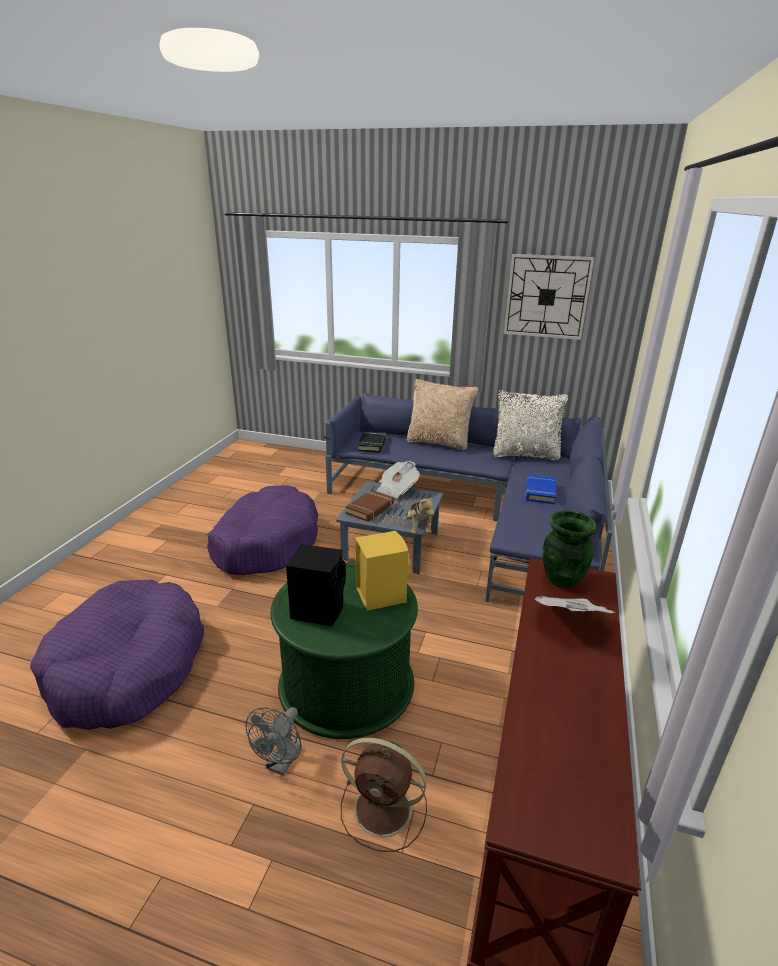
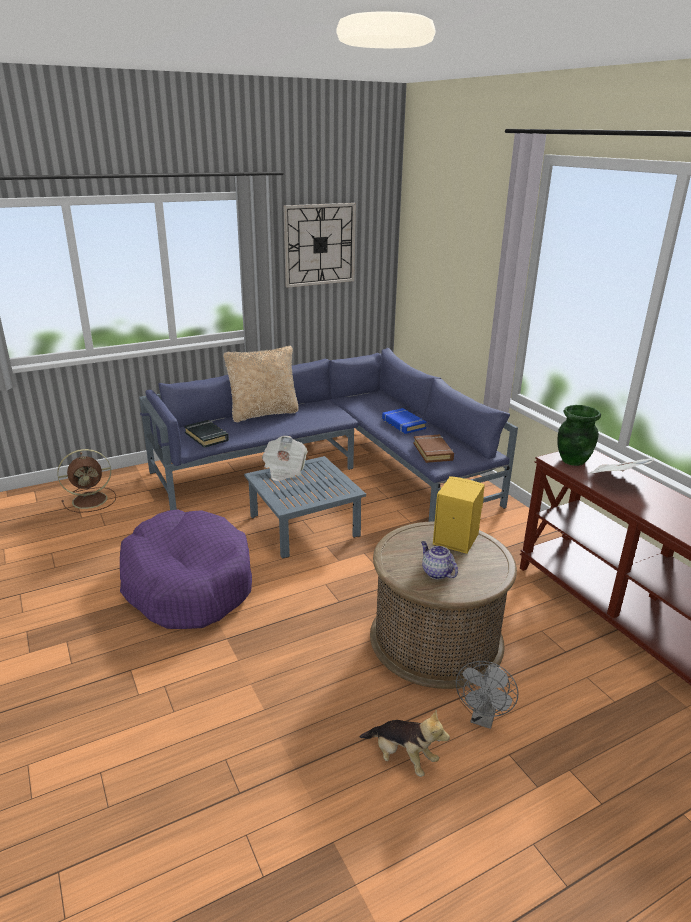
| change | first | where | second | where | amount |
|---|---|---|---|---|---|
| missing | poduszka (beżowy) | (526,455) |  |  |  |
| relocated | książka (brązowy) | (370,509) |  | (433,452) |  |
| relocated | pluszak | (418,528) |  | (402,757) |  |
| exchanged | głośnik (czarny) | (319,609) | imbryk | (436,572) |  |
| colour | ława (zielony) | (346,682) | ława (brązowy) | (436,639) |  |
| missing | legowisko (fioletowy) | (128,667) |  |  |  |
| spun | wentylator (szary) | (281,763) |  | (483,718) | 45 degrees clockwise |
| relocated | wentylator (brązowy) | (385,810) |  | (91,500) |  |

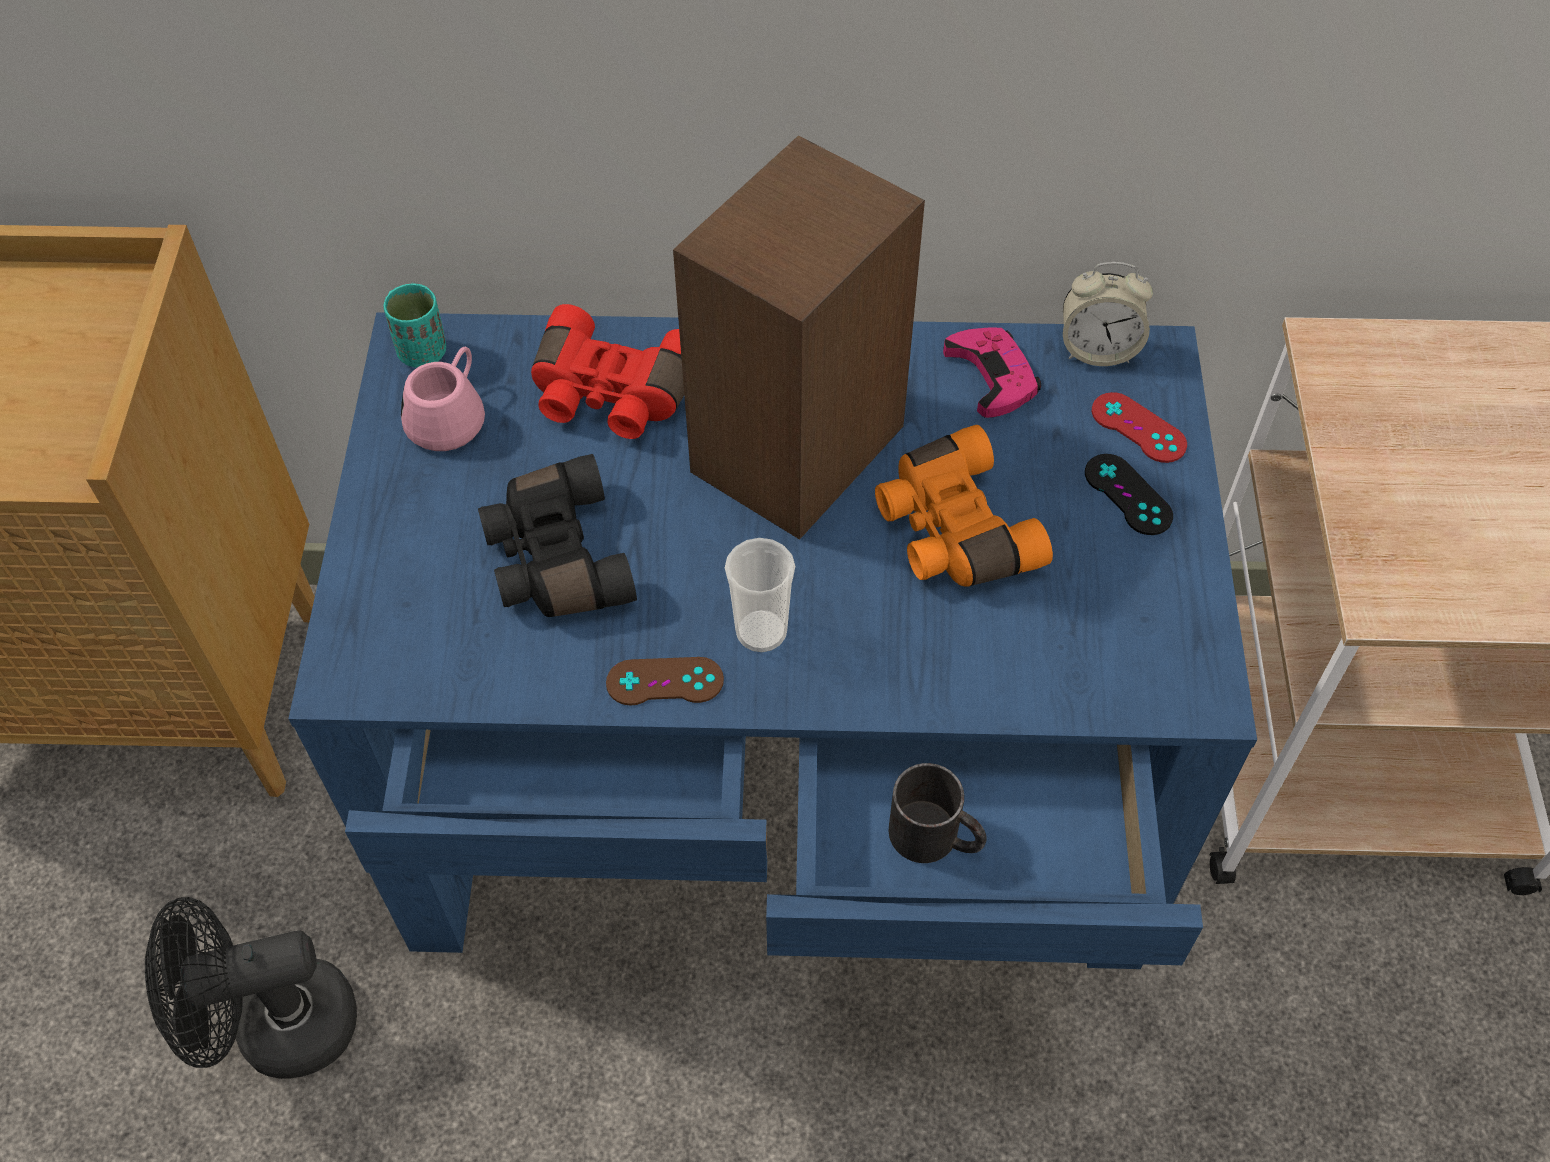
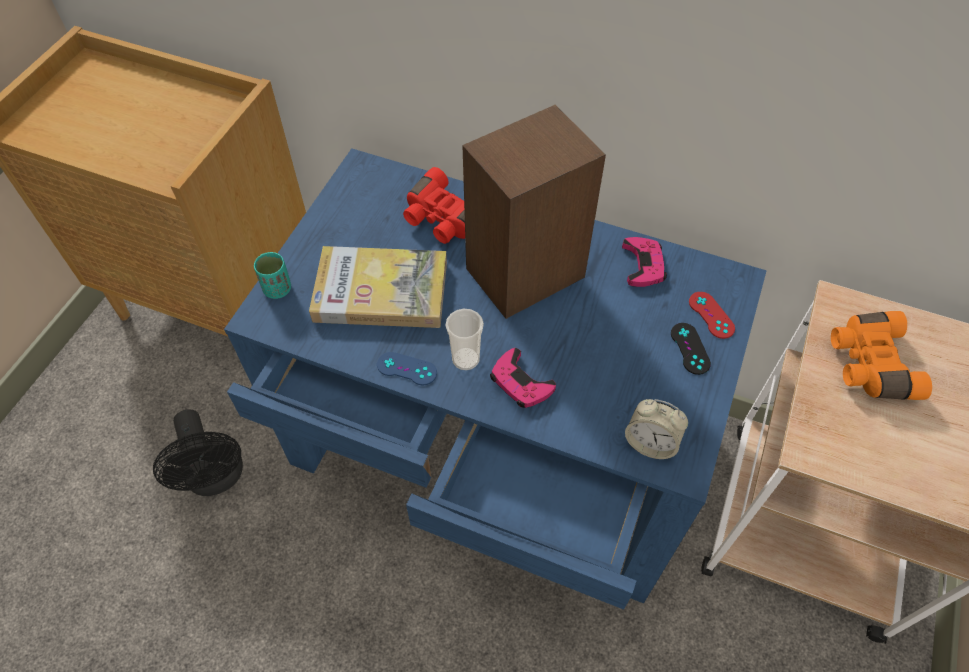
| change | first | where | second | where | amount |
|---|---|---|---|---|---|
| relocated | budzik | (1098,349) |  | (650,442) |  |
| relocated | filiżanka (turkusowy) | (422,352) |  | (277,289) |  |
| missing | kubek (różowy) | (450,415) |  |  |  |
| relocated | lornetka (pomarańczowy) | (951,530) |  | (868,364) |  |
| exchanged | lornetka (czarny) | (554,559) | książka | (381,291) |  |
| colour | pad do gier (brązowy) | (665,681) | pad do gier (niebieski) | (406,369) |  |
| missing | kubek (czarny) | (936,838) |  |  |  |
| spun | wentylator (czarny) | (276,1027) |  | (217,478) | 120 degrees counterclockwise |
| appeared |  |  | pad do gier (różowy) | (520,382) |  |

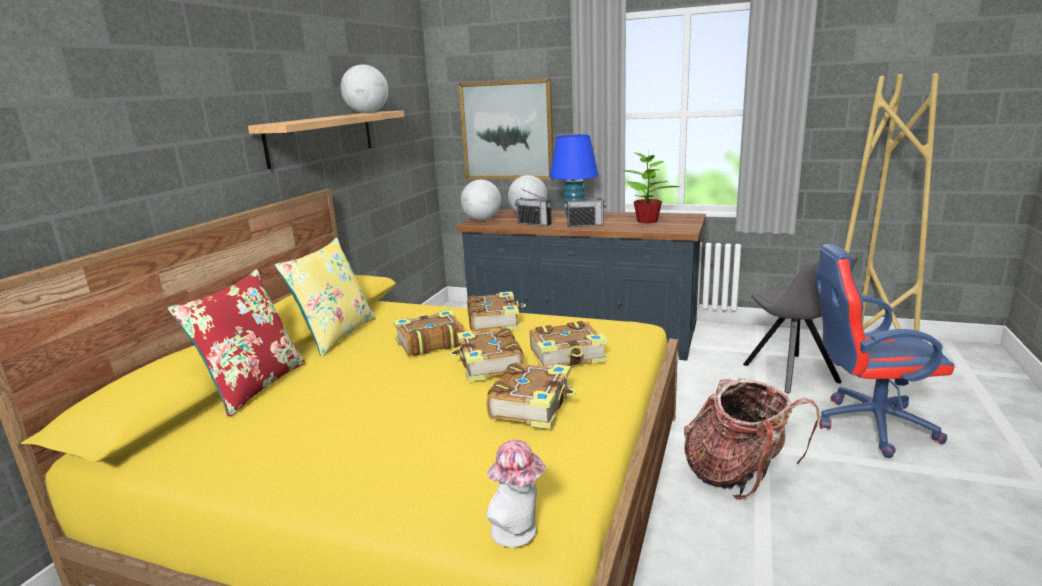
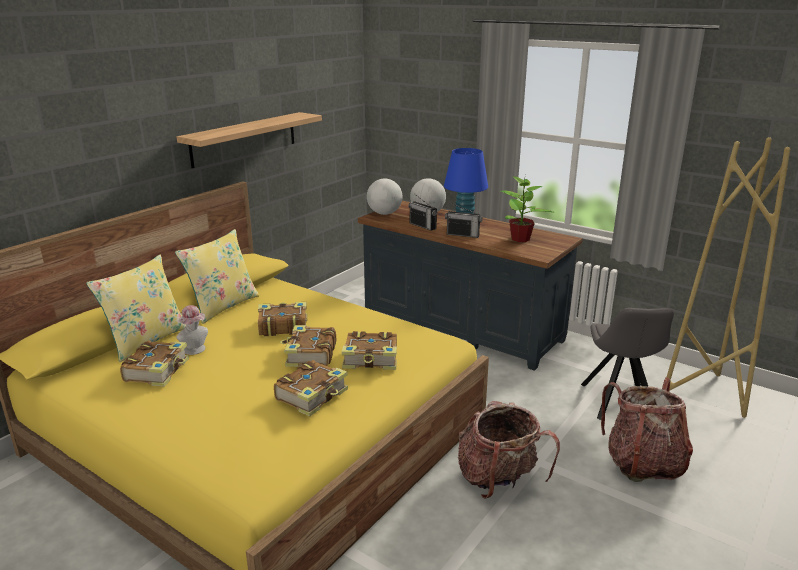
| change | first | where | second | where | amount |
|---|---|---|---|---|---|
| missing | globus | (367,113) |  |  |  |
| missing | obraz | (507,130) |  |  |  |
| exchanged | krzesło biurowe (niebieski) | (865,426) | plecak | (643,463) |  |
| colour | poduszka (czerwony) | (254,387) | poduszka (żółty) | (146,340) |  |
| relocated | książka | (494,321) |  | (158,370) |  |
| relocated | kapelusz | (519,532) |  | (195,350) |  |

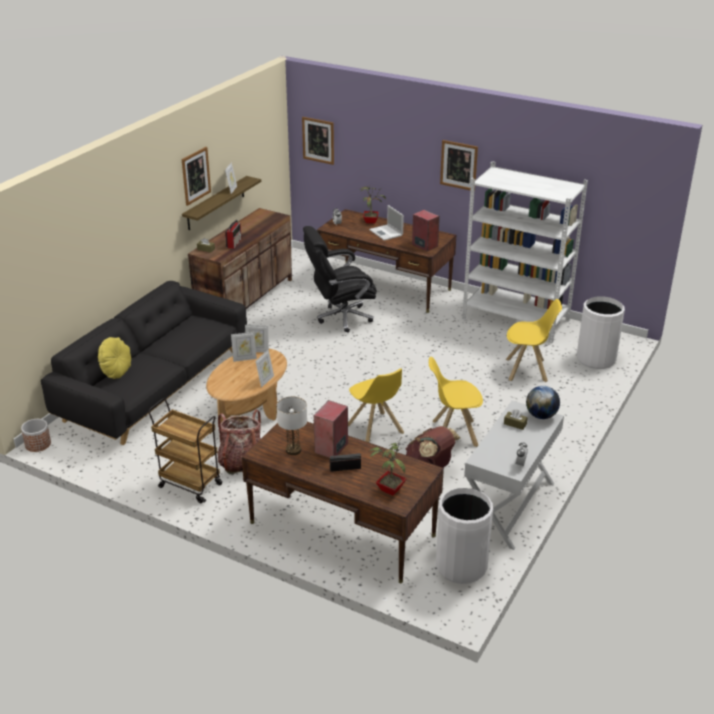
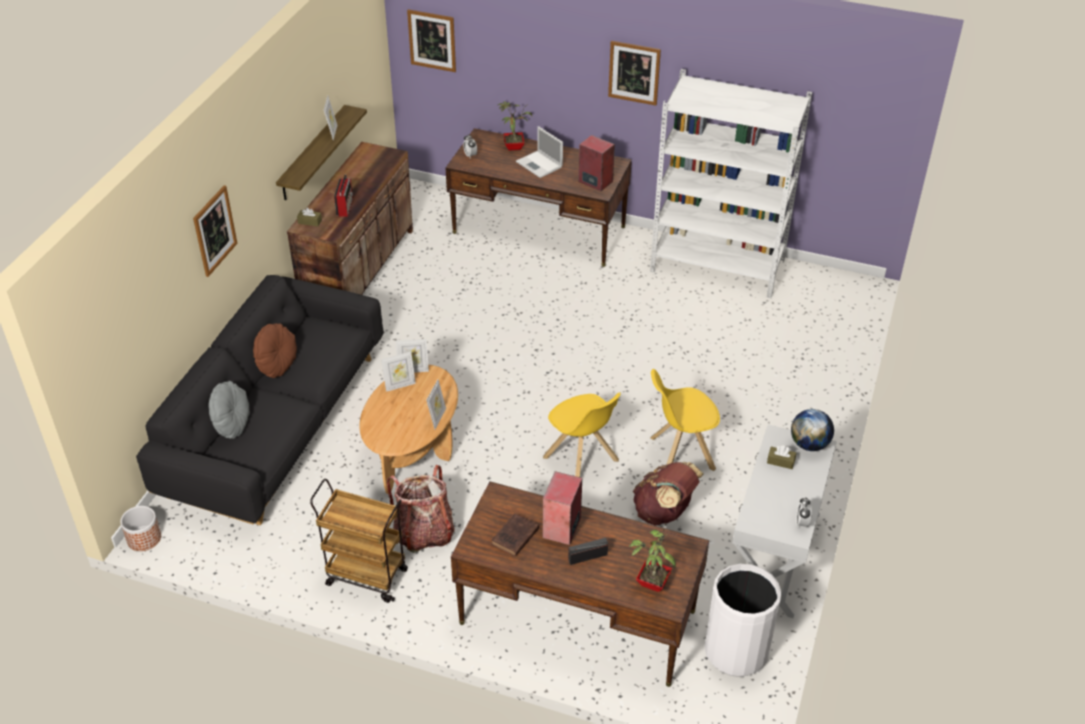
| change | first | where | second | where | amount |
|---|---|---|---|---|---|
| relocated | obraz | (195,176) |  | (214,231) |  |
| missing | krzesło biurowe (czarny) | (341,319) |  |  |  |
| missing | kosz na śmieci (biały) | (596,359) |  |  |  |
| missing | krzesło (żółty) | (528,370) |  |  |  |
| colour | poduszka (żółty) | (117,373) | poduszka (szary) | (233,427) |  |
| exchanged | lampa stołowa | (293,450) | książka (brązowy) | (514,538) |  |
| appeared |  |  | poduszka (brązowy) | (278,367) |  |

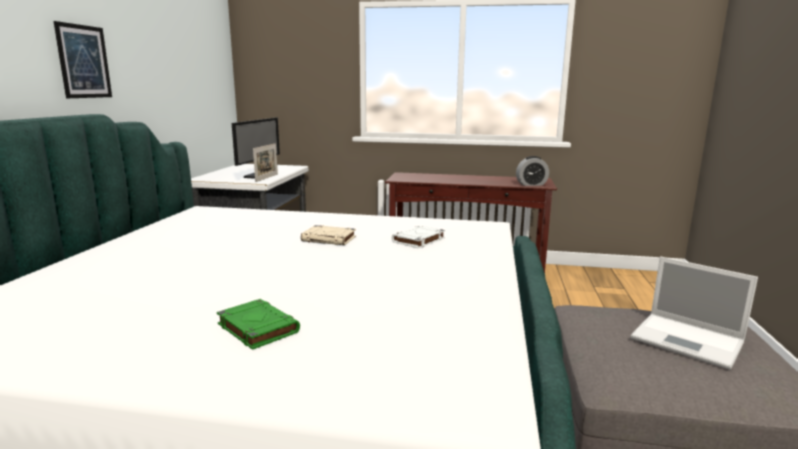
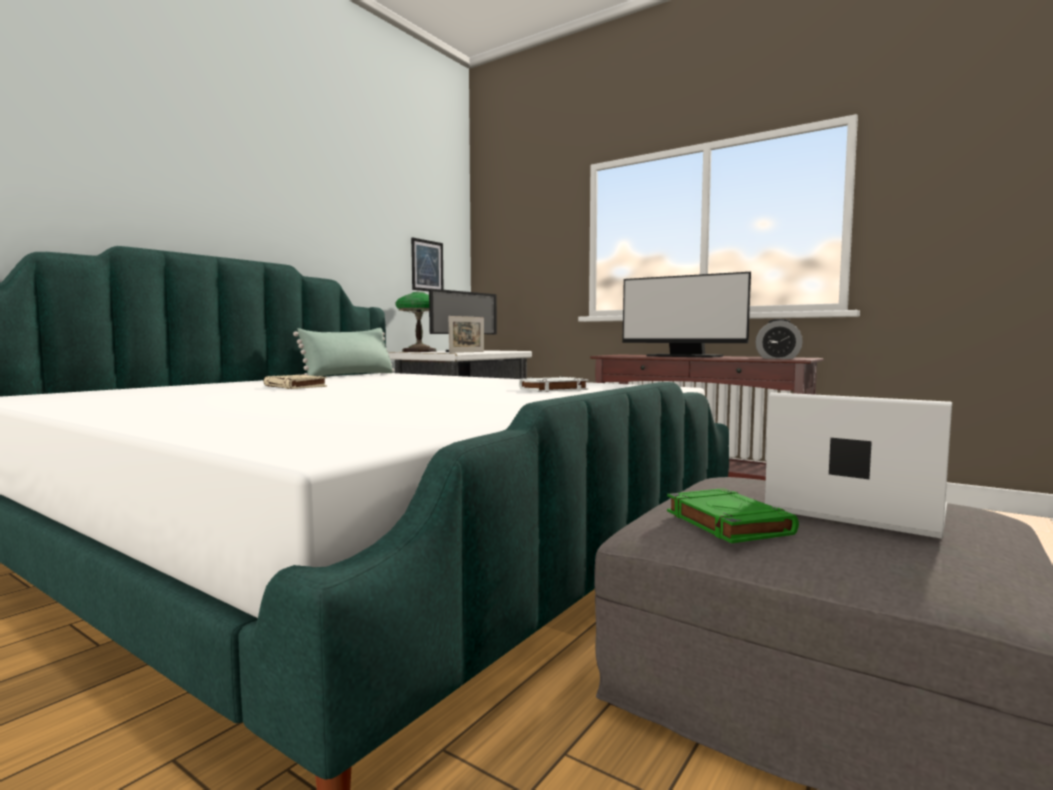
| change | first | where | second | where | amount |
|---|---|---|---|---|---|
| relocated | obraz | (84,61) |  | (427,266) |  |
| relocated | książka (beżowy) | (329,239) |  | (296,386) |  |
| spun | laptop | (689,341) |  | (851,509) | 150 degrees clockwise |
| relocated | książka (zielony) | (257,328) |  | (726,522) |  |
| appeared |  |  | monitor | (684,356) |  |
| appeared |  |  | lampa stołowa | (419,351) |  |
| appeared |  |  | poduszka (zielony) | (350,375) |  |

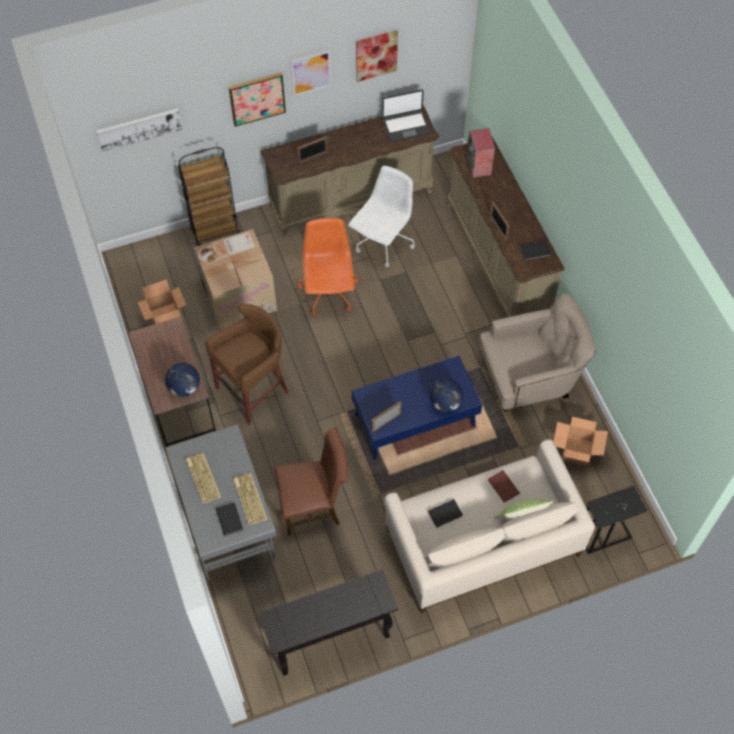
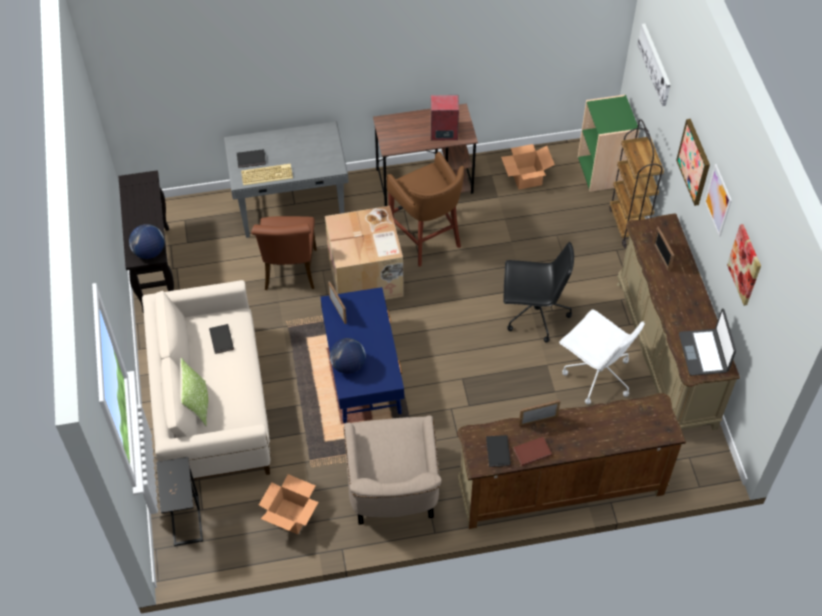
| change | first | where | second | where | amount |
|---|---|---|---|---|---|
| relocated | głośnik | (479,166) |  | (443,133) |  |
| colour | krzesło biurowe (pomarańczowy) | (329,295) | krzesło biurowe (czarny) | (532,315) |  |
| relocated | karton | (239,295) |  | (366,276) |  |
| relocated | globus | (185,387) |  | (149,252) |  |
| missing | klawiatura | (202,478) |  |  |  |
| relocated | książka (brązowy) | (503,487) |  | (531,451) |  |
| appeared |  |  | regał (zielony) | (603,171) |  |

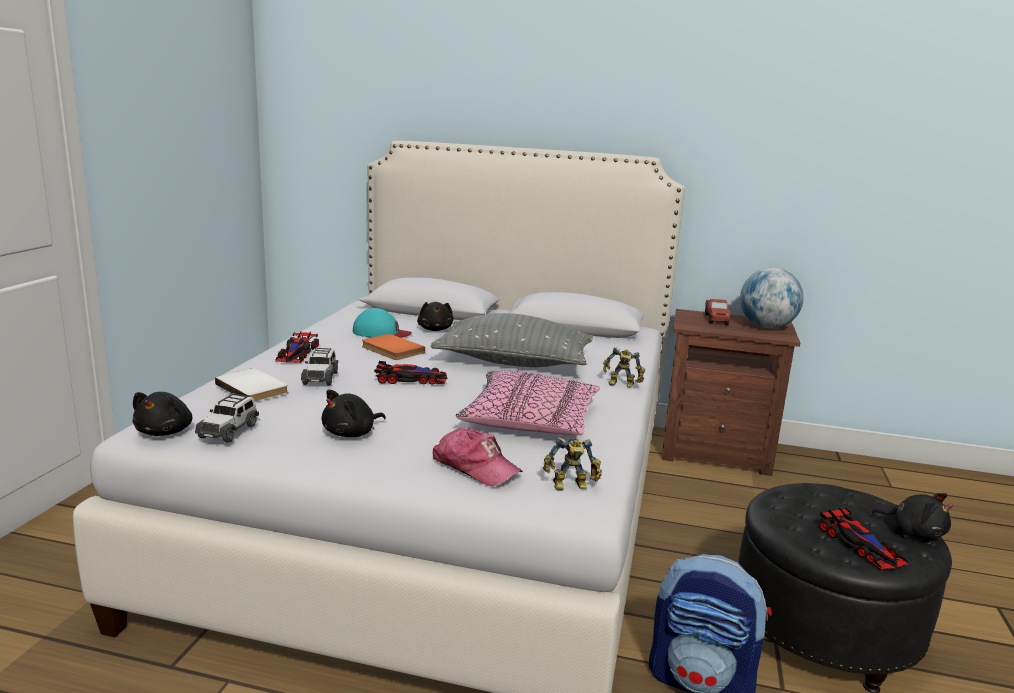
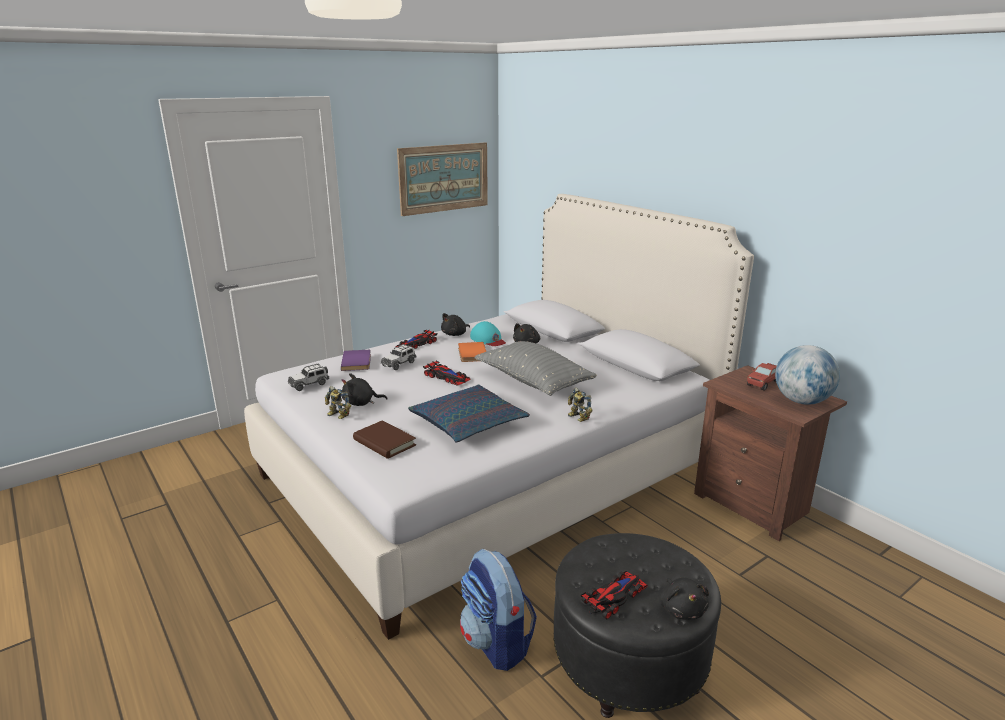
| change | first | where | second | where | amount |
|---|---|---|---|---|---|
| colour | książka (biały) | (254,388) | książka (fioletowy) | (358,362) |  |
| colour | poduszka (różowy) | (530,420) | poduszka (niebieski) | (468,424) |  |
| relocated | pluszak (czarny) | (166,431) |  | (455,334) |  |
| exchanged | czapka z daszkiem | (475,467) | książka (brązowy) | (384,443) |  |
| relocated | robot zabawkowy | (571,486) |  | (337,416) |  |
| spun | samochodzik | (861,545) |  | (614,596) | 150 degrees counterclockwise |
| appeared |  |  | obraz | (444,178) |  |

